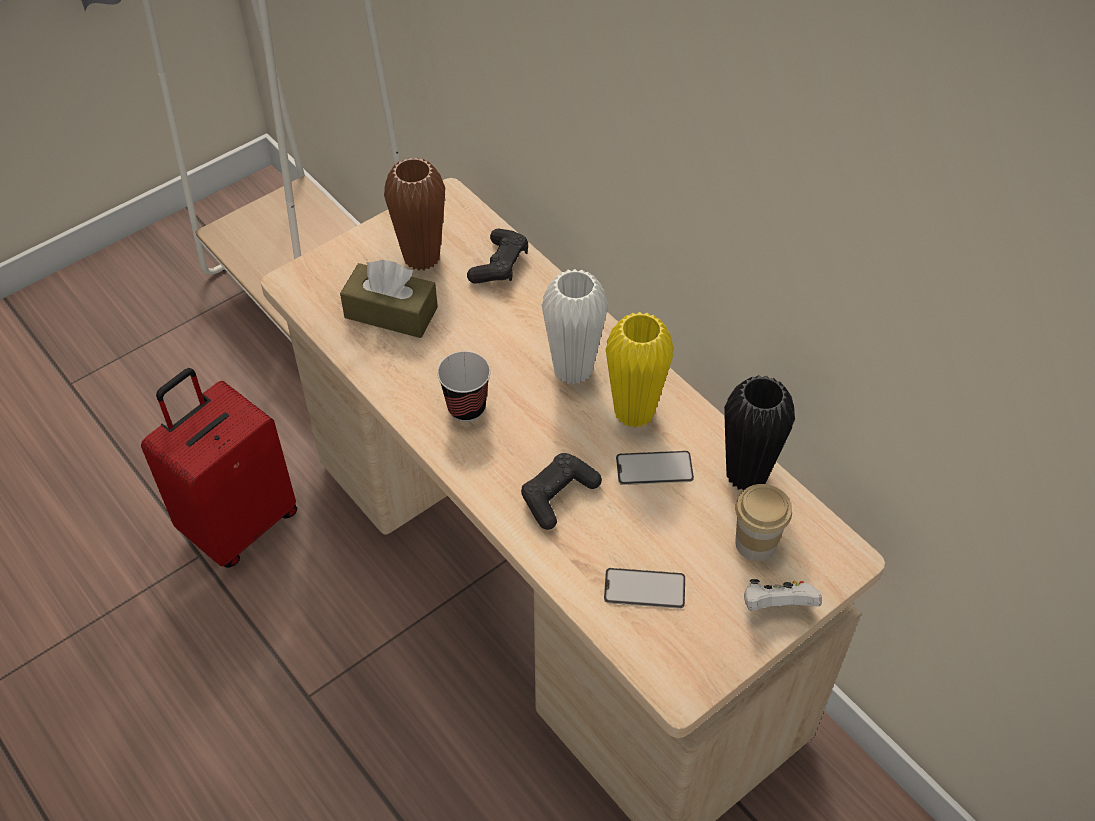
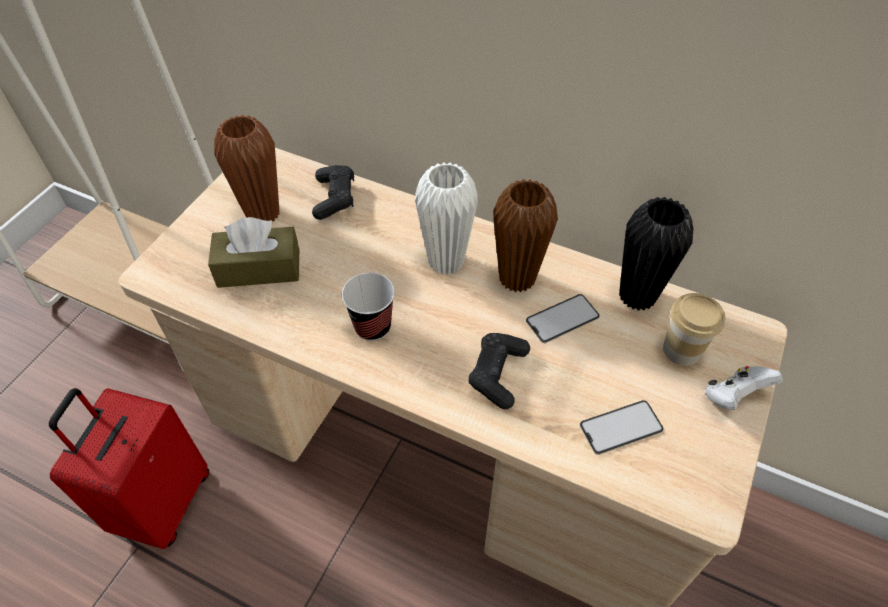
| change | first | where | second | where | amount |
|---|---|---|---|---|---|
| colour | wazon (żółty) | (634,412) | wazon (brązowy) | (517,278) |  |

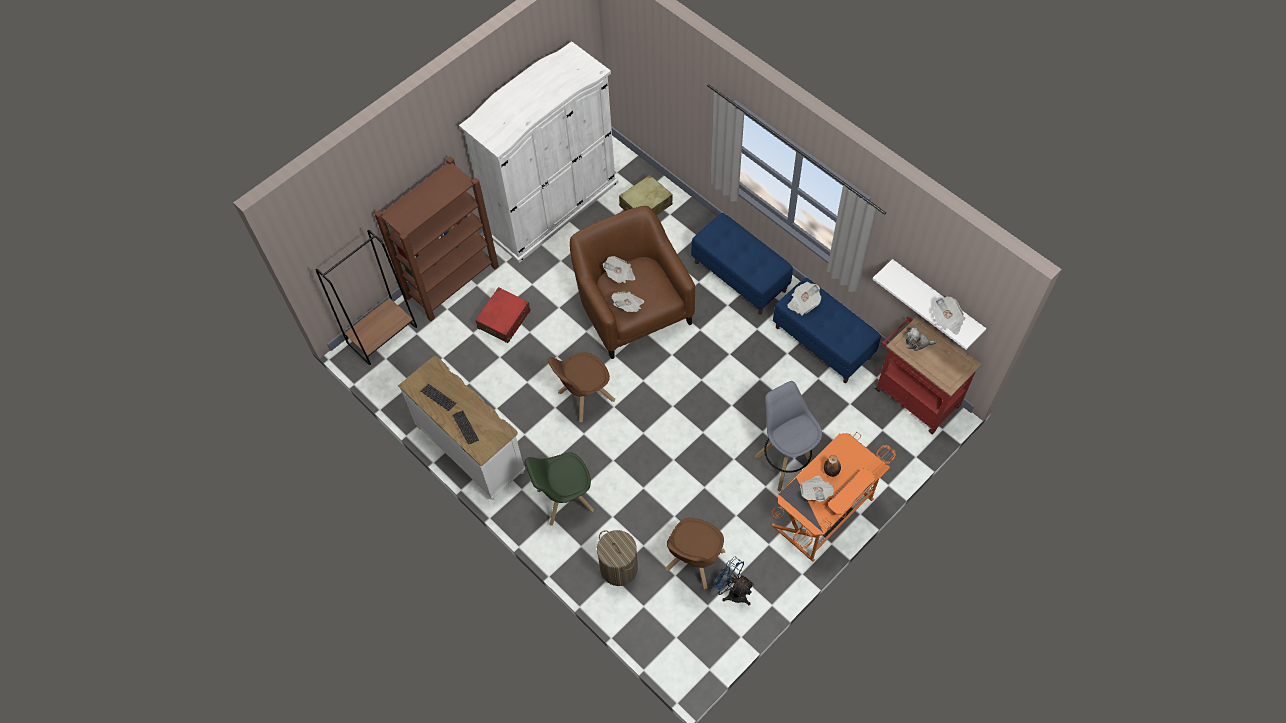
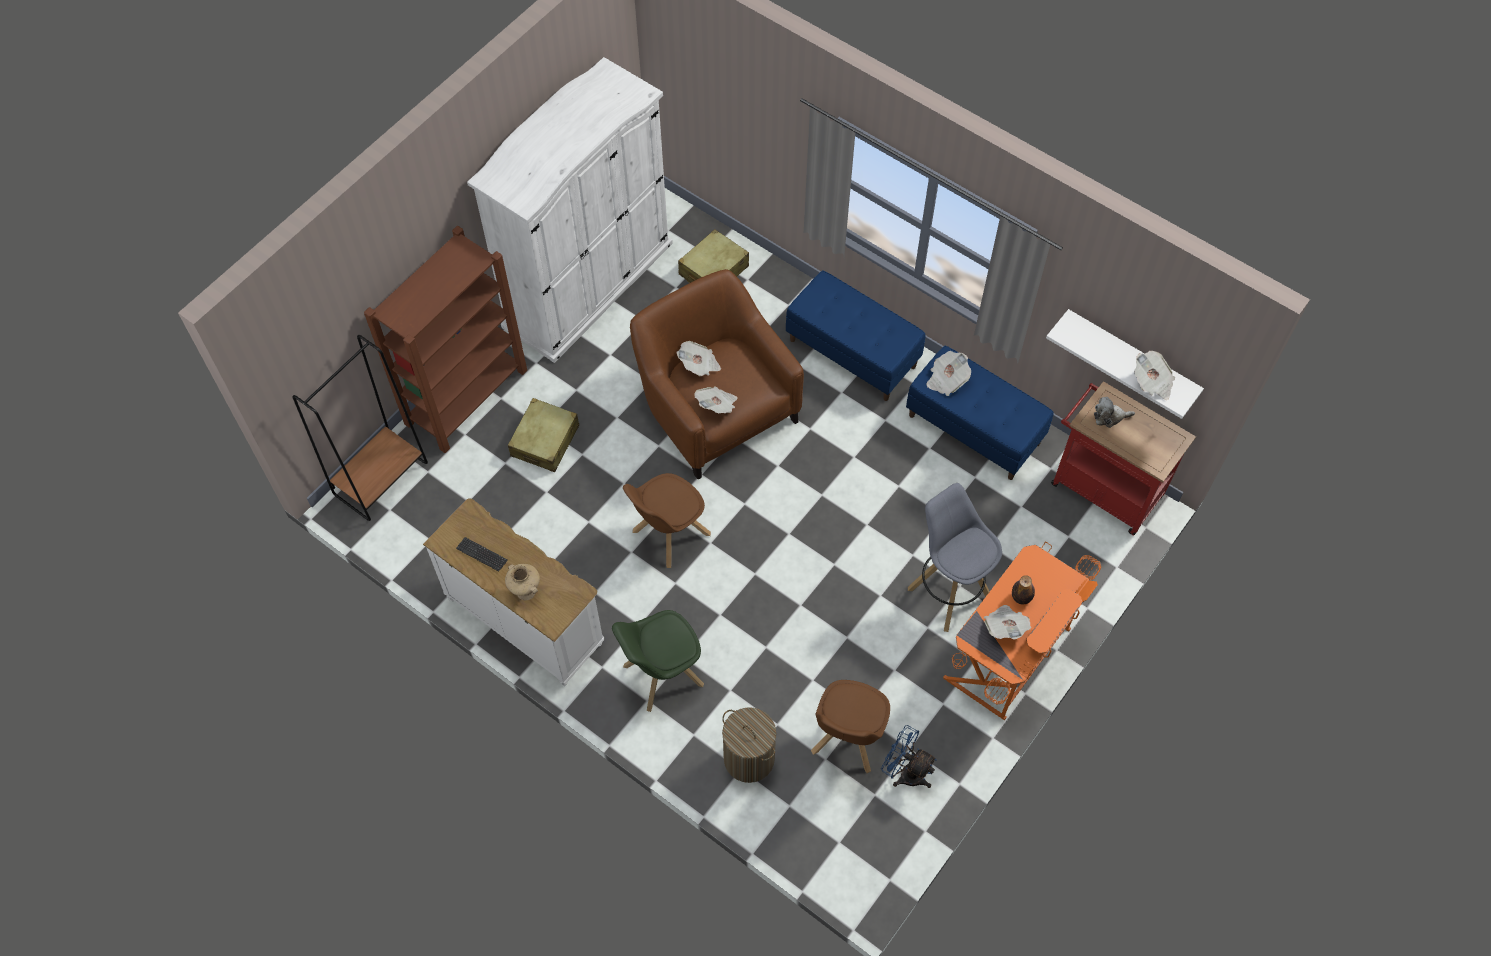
| change | first | where | second | where | amount |
|---|---|---|---|---|---|
| colour | walizka (czerwony) | (504,319) | walizka (beżowy) | (545,441) |  |
| exchanged | klawiatura | (465,427) | wazon (beżowy) | (525,591) |  |

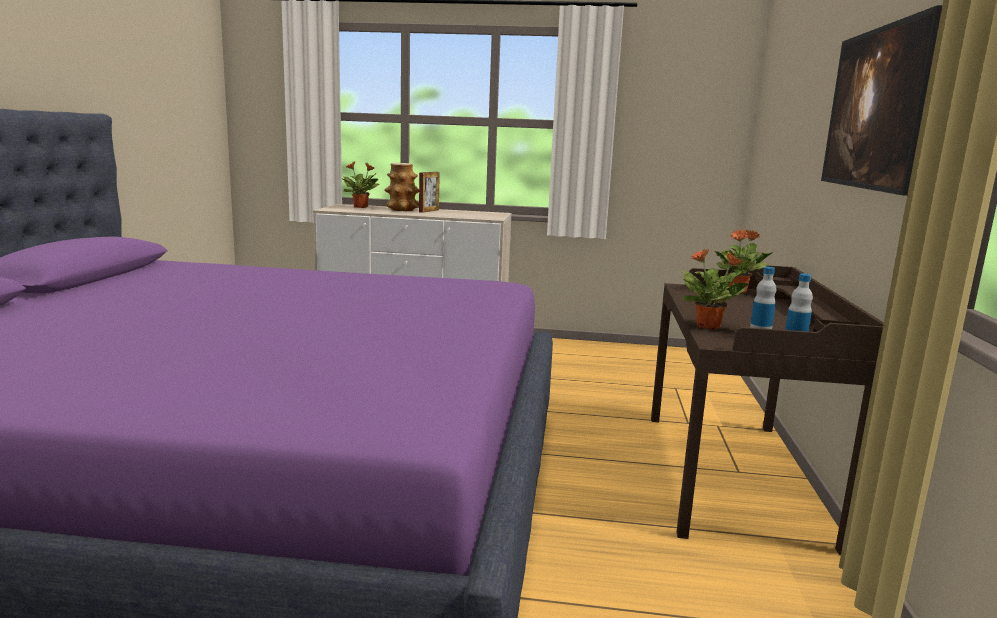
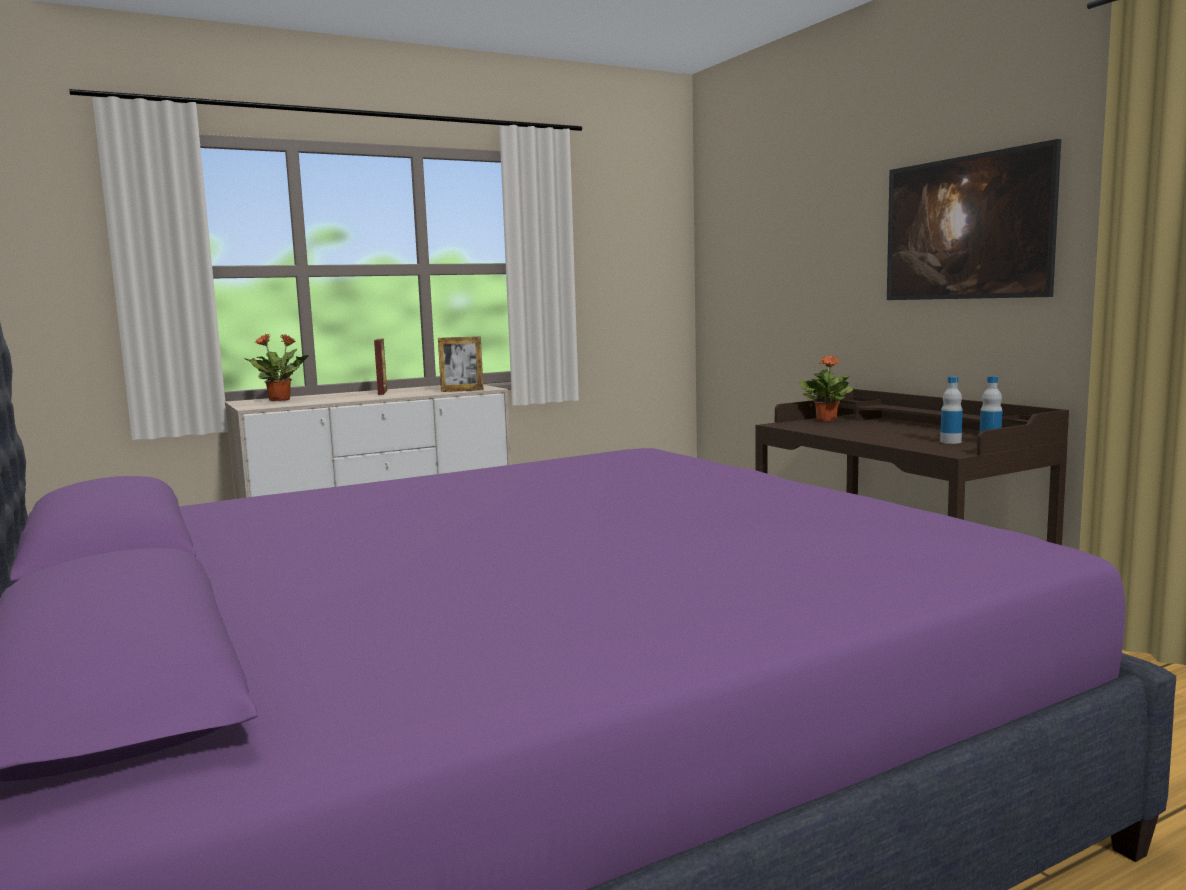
| change | first | where | second | where | amount |
|---|---|---|---|---|---|
| missing | wazon | (402,209) |  |  |  |
| missing | roślina doniczkowa | (709,326) |  |  |  |
| appeared |  |  | ramka na zdjęcie | (462,390) |  |

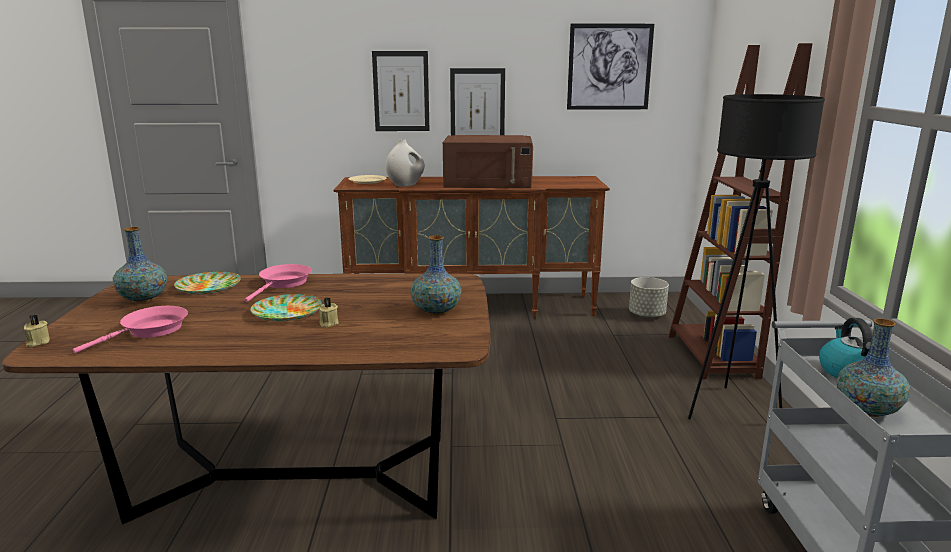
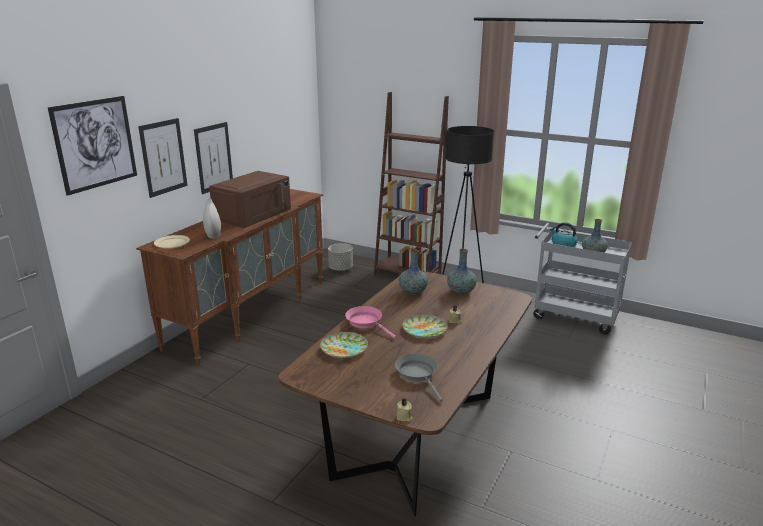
| change | first | where | second | where | amount |
|---|---|---|---|---|---|
| relocated | obraz | (609,67) |  | (95,144) |  |
| relocated | wazon | (143,299) |  | (413,292) |  |
| colour | patelnia (różowy) | (150,331) | patelnia (szary) | (418,375) |  |

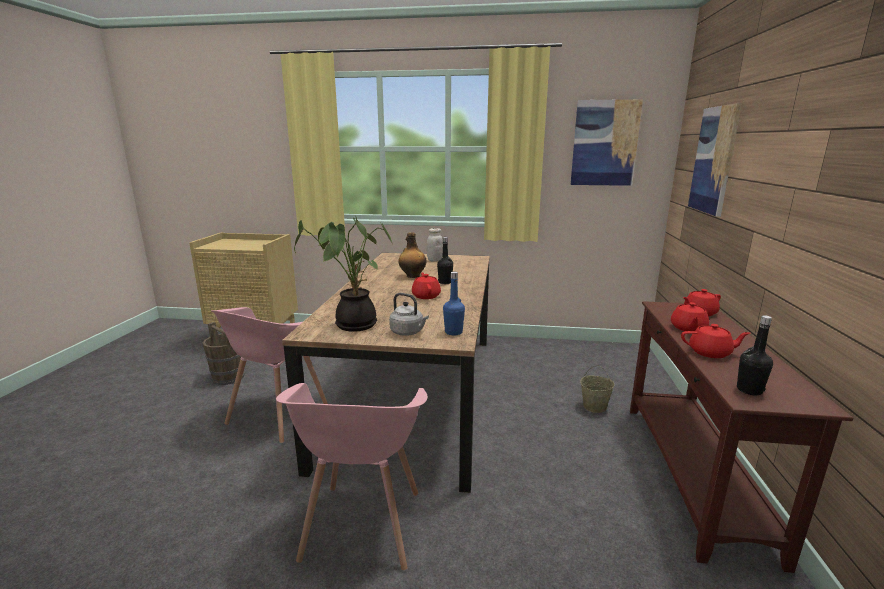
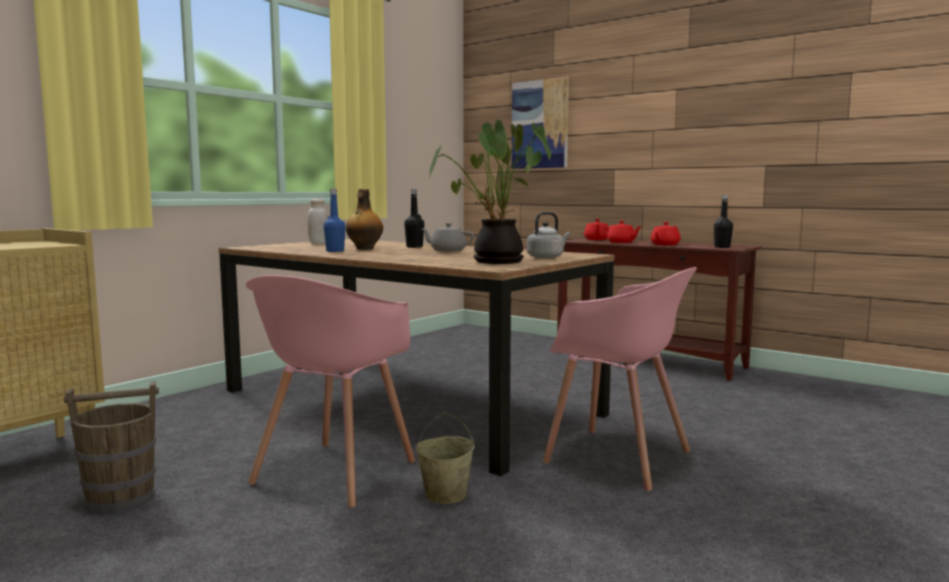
| change | first | where | second | where | amount |
|---|---|---|---|---|---|
| missing | obraz | (605,143) |  |  |  |
| colour | imbryk (czerwony) | (426,296) | imbryk (szary) | (447,251) |  |
| relocated | butelka (niebieski) | (453,332) |  | (335,251) |  |
| spun | krzesło (różowy) | (277,416) |  | (334,474) | 60 degrees clockwise |
| relocated | wiadro (beżowy) | (595,407) |  | (446,494) |  |

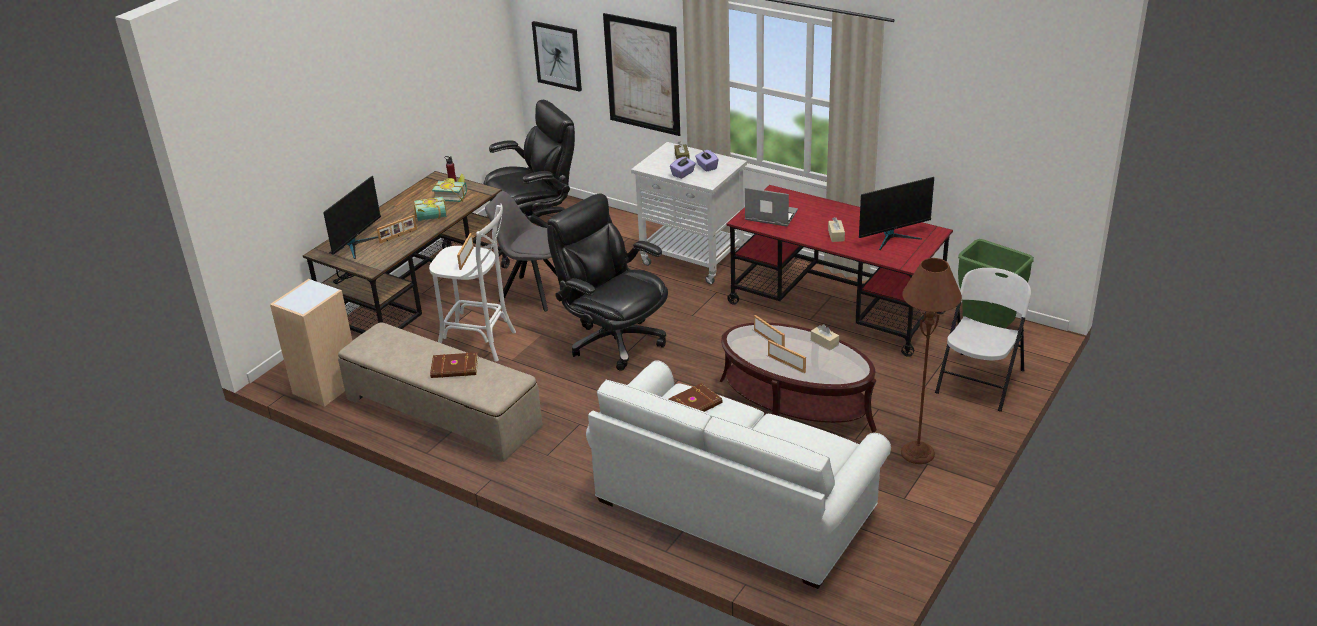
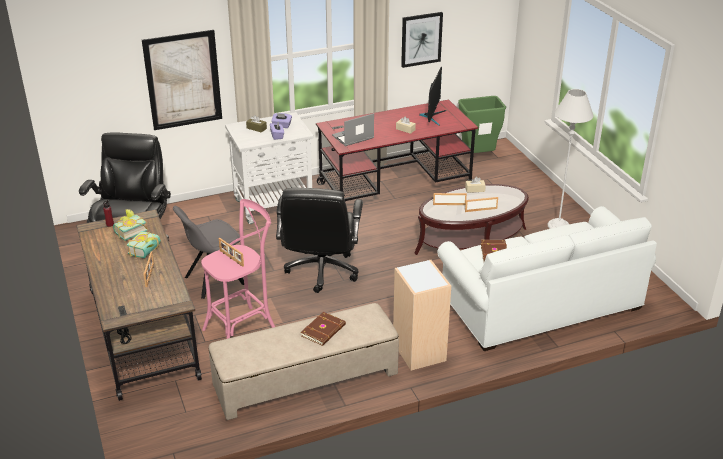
| change | first | where | second | where | amount |
|---|---|---|---|---|---|
| relocated | obraz | (557,55) |  | (421,39) |  |
| missing | monitor | (357,244) |  |  |  |
| spun | krzesło biurowe (czarny) | (614,341) |  | (320,273) | 75 degrees counterclockwise |
| colour | stołek (biały) | (480,343) | stołek (różowy) | (243,328) |  |
| colour | lampa stojąca (brązowy) | (917,453) | lampa stojąca (szary) | (558,225) |  |
| missing | krzesło (biały) | (980,381) |  |  |  |
| relocated | regał | (325,386) |  | (419,352) |  |

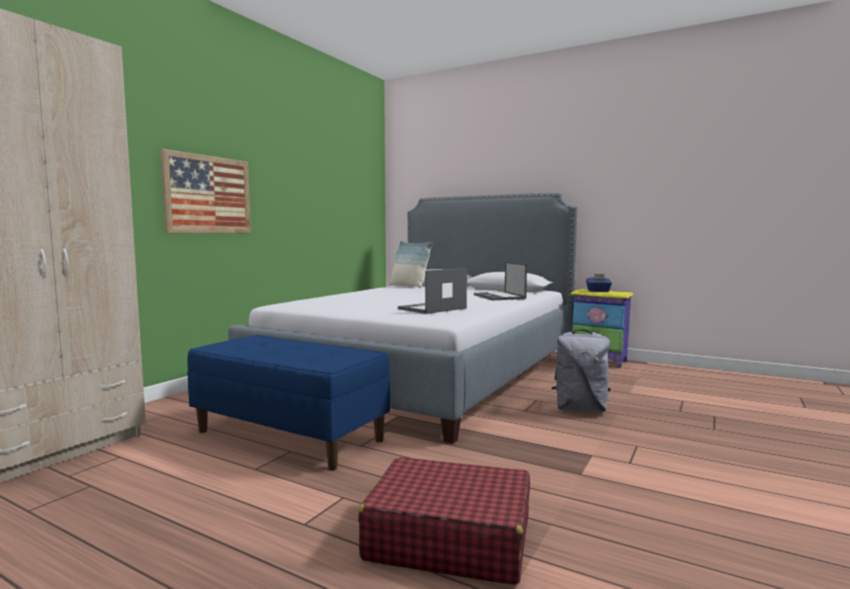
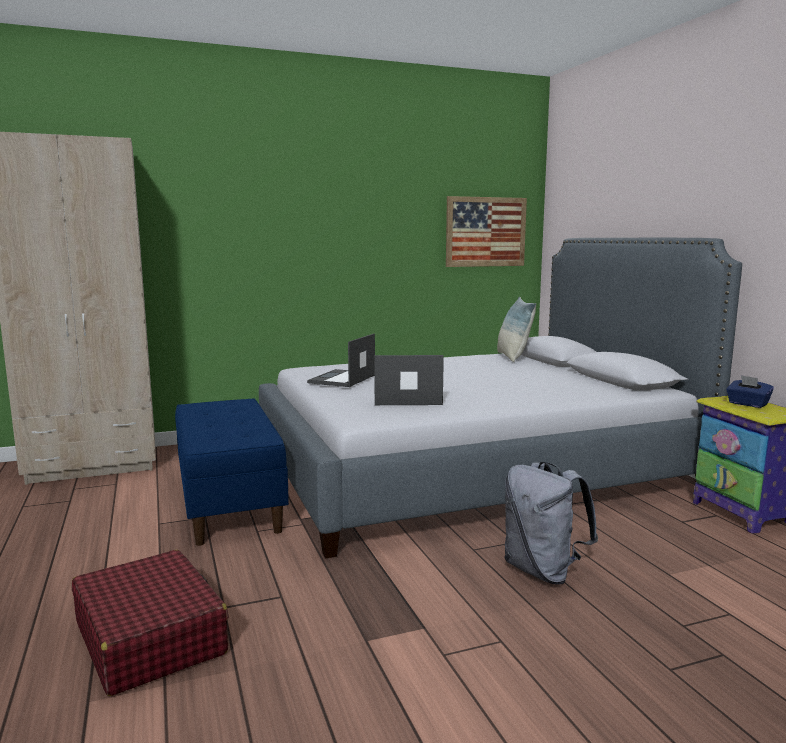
| change | first | where | second | where | amount |
|---|---|---|---|---|---|
| relocated | obraz | (208,194) |  | (485,232) |  |
| relocated | laptop | (499,297) |  | (342,379) |  |

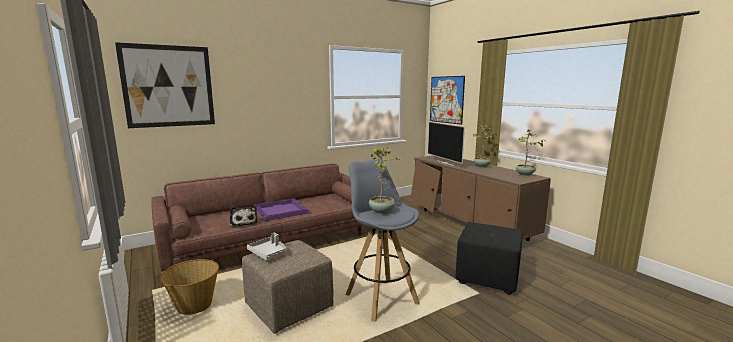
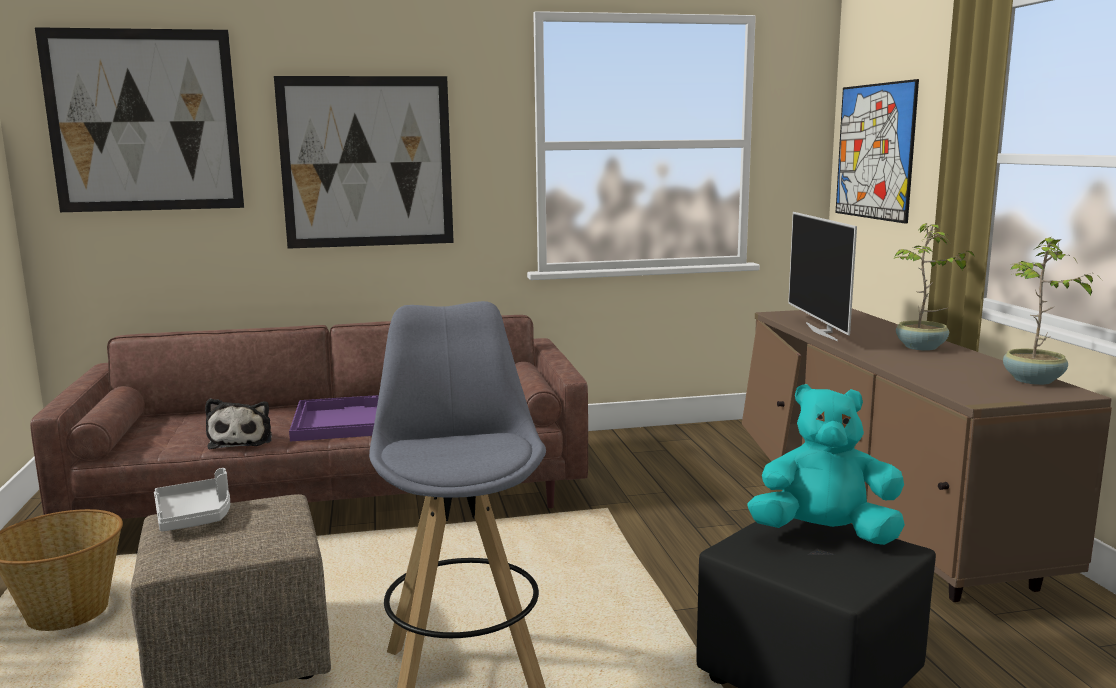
| change | first | where | second | where | amount |
|---|---|---|---|---|---|
| missing | roślina doniczkowa | (382,211) |  |  |  |
| appeared |  |  | obraz | (367,162) |  |
| appeared |  |  | pluszak (turkusowy) | (824,534) |  |

